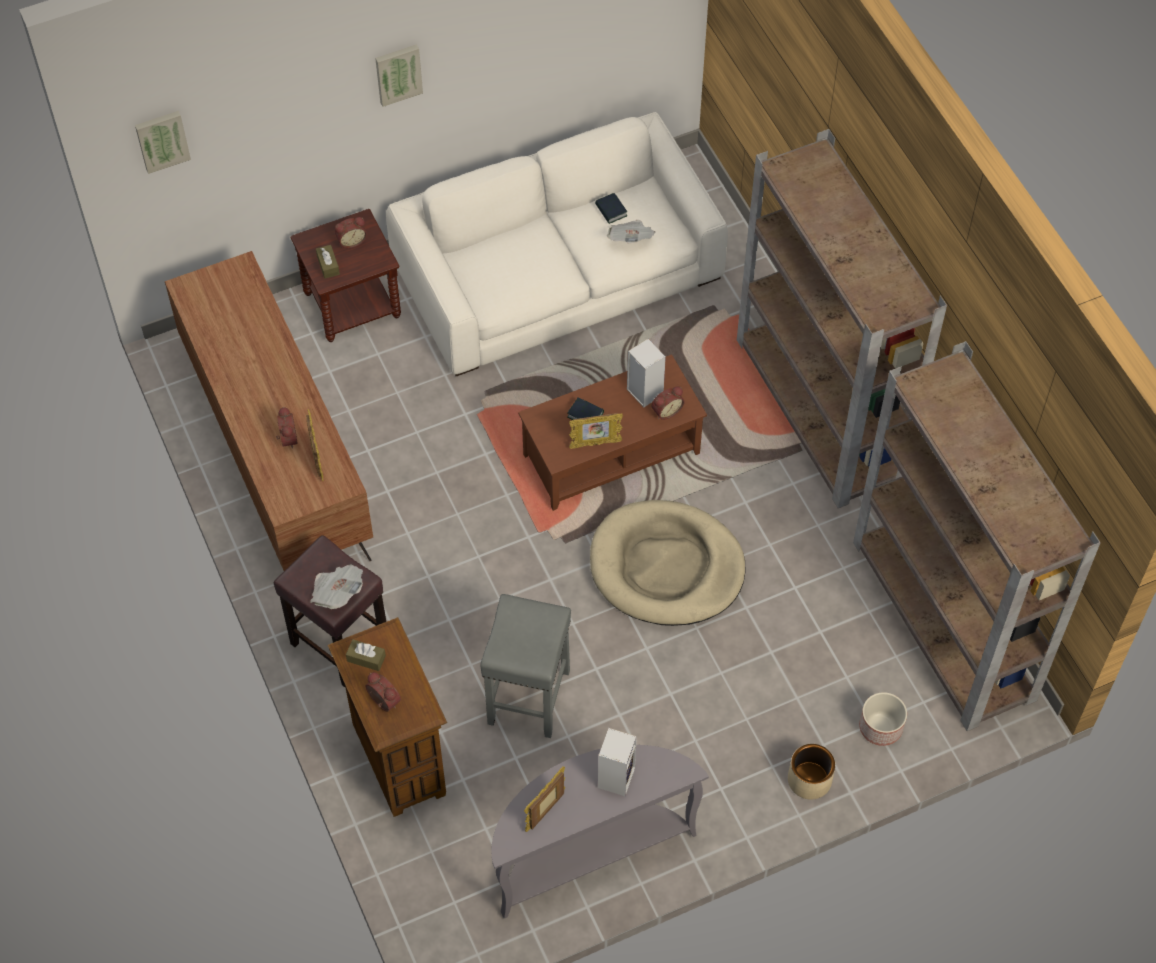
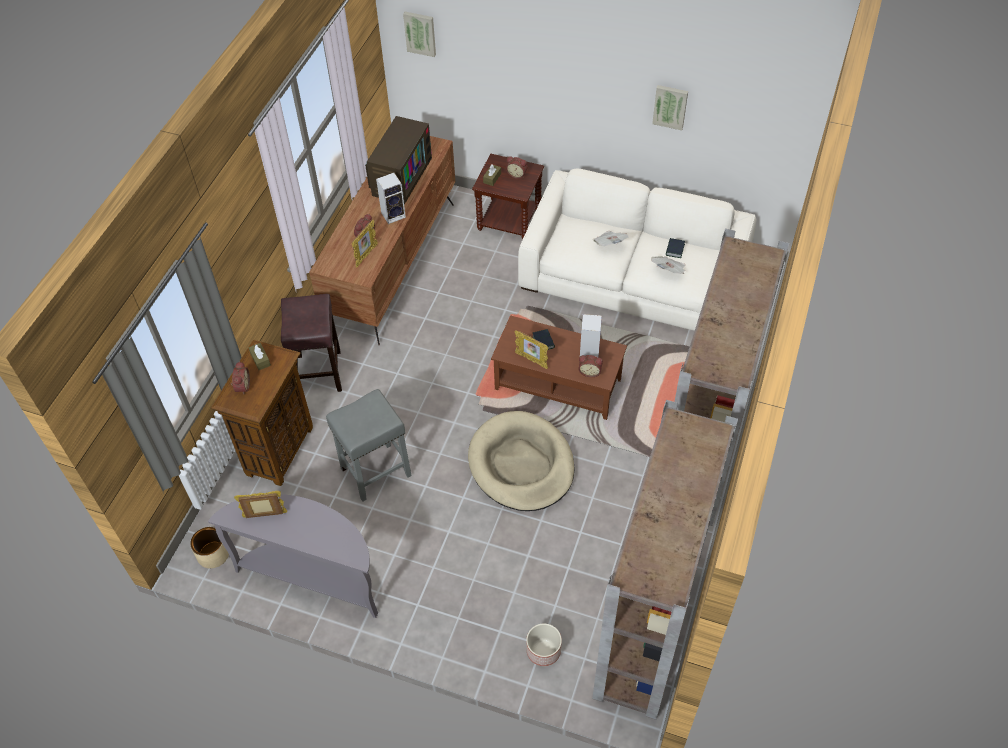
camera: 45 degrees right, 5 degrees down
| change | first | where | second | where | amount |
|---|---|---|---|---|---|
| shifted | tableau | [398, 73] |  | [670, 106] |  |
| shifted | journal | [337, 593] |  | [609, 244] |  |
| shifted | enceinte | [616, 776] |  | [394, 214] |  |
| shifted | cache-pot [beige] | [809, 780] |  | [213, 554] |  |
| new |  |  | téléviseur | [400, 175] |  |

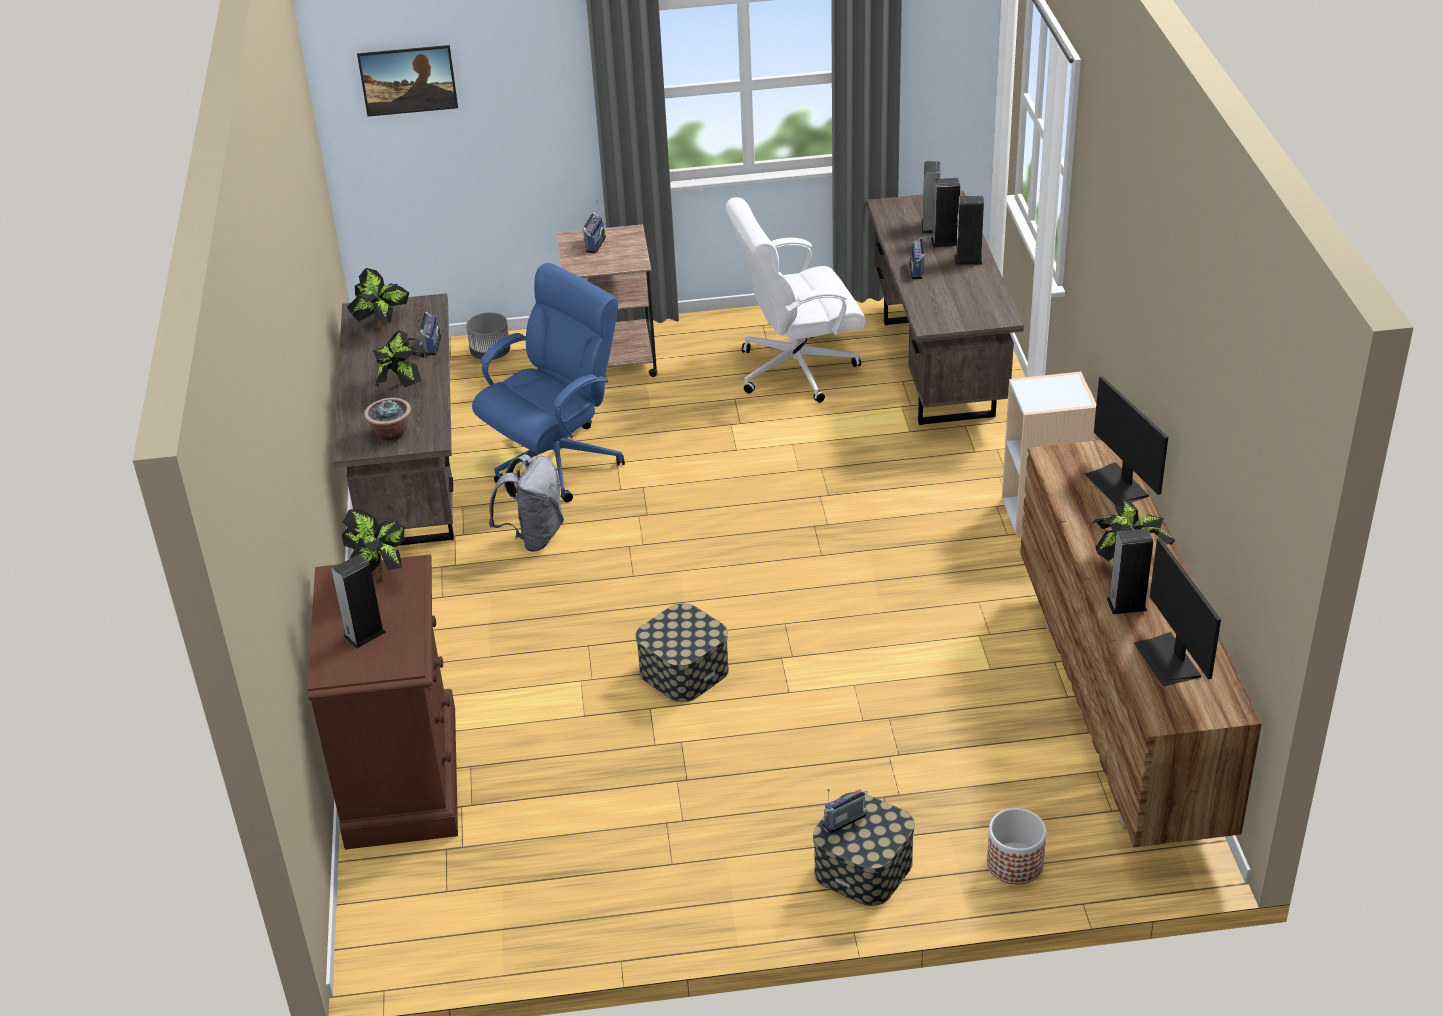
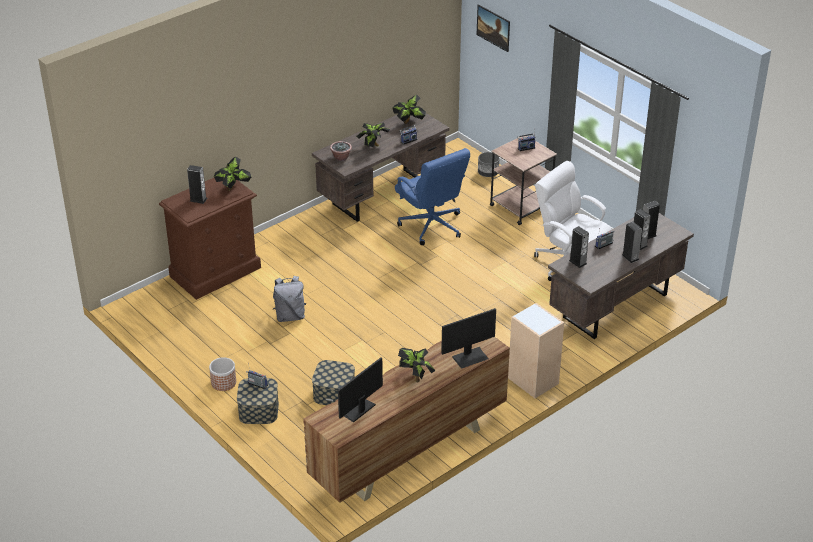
camera: 55 degrees right, 0 degrees up
| change | first | where | second | where | amount |
|---|---|---|---|---|---|
| rotated | chaise de bureau [bleu] | [557, 462] |  | [431, 225] | 45 degrees clockwise |
| rotated | écran d'ordinateur | [1118, 485] |  | [470, 357] | 150 degrees counterclockwise |
| shifted | sac à dos [gris] | [534, 536] |  | [290, 316] |  |
| shifted | enceinte | [1126, 604] |  | [577, 262] |  |
| shifted | boîte de rangement | [684, 671] |  | [334, 393] |  |
| shifted | cache-pot | [1015, 864] |  | [223, 383] |  |

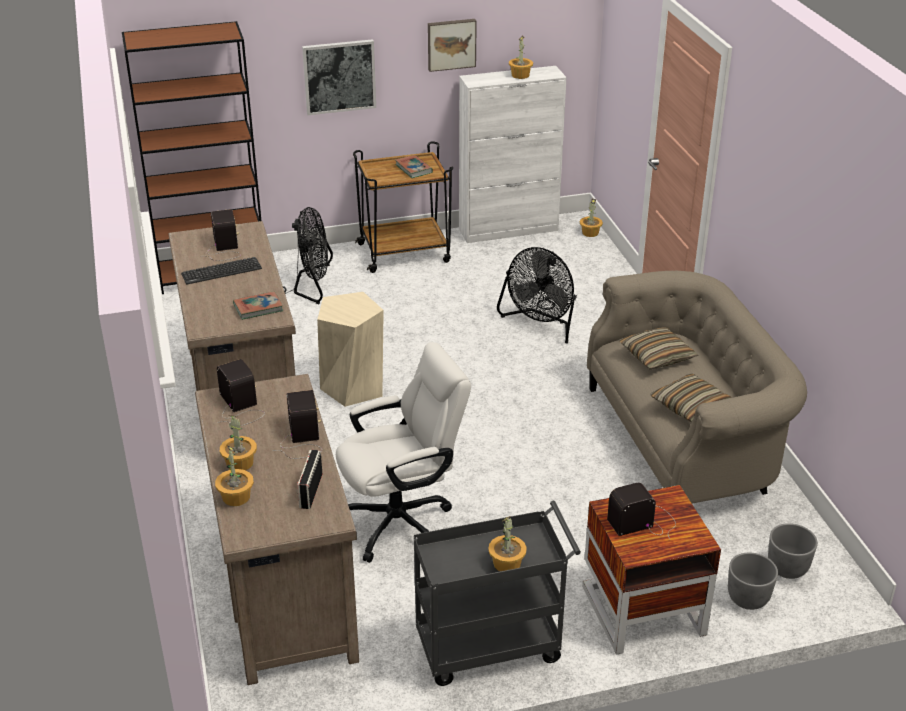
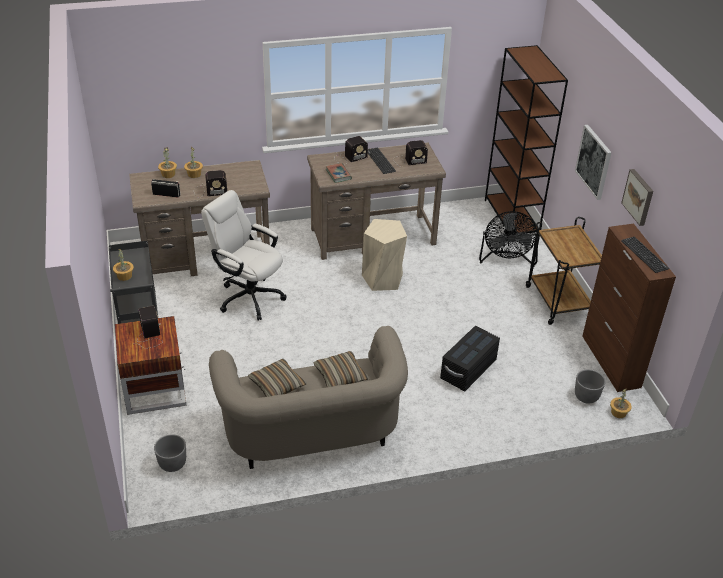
camera: 90 degrees right, 5 degrees up
| change | first | where | second | where | amount |
|---|---|---|---|---|---|
| swapped | plante en pot | [520, 75] | clavier | [644, 255] |  |
| repainted | meuble de rangement [blanc] | [509, 229] | meuble de rangement [marron] | [611, 361] |  |
| gone | livre | [413, 169] |  |  |  |
| swapped | ventilateur [noir] | [540, 321] | boîte de rangement [noir] | [468, 370] |  |
| rotated | chaise de bureau [blanc] | [403, 523] |  | [248, 297] | 150 degrees clockwise |
| shifted | radio | [240, 407] |  | [349, 158] |  |
| shifted | cache-pot [gris] | [748, 599] |  | [586, 397] |  |

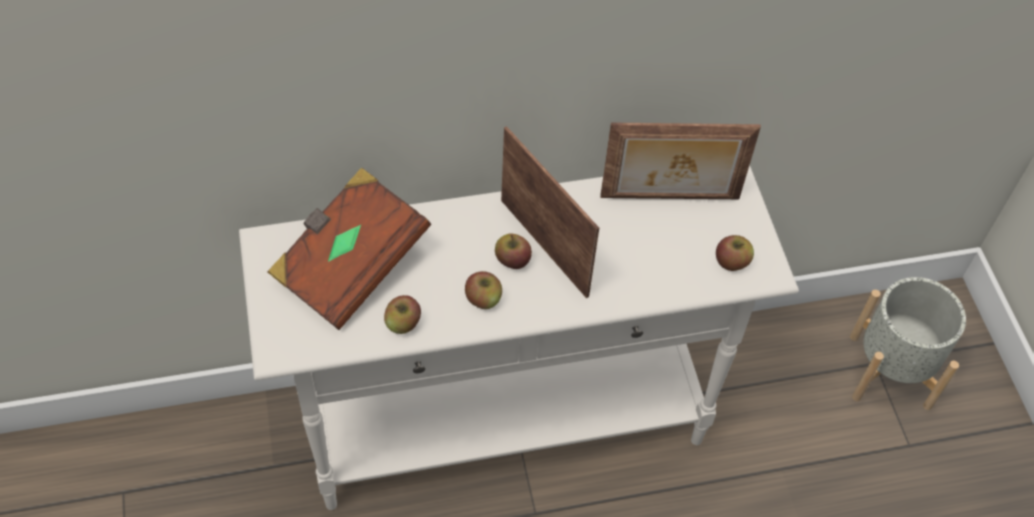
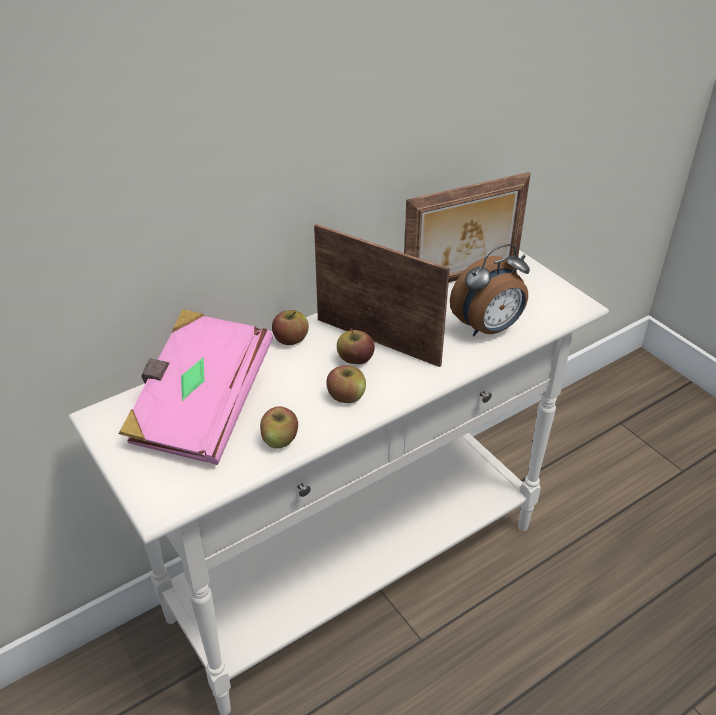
camera: 20 degrees left, 15 degrees down
| change | first | where | second | where | amount |
|---|---|---|---|---|---|
| repainted | livre [marron] | [350, 264] | livre [rose] | [200, 408] |  |
| shifted | pomme | [731, 262] |  | [291, 339] |  |
| gone | cache-pot [gris] | [890, 371] |  |  |  |
| new |  |  | réveil | [488, 329] |  |

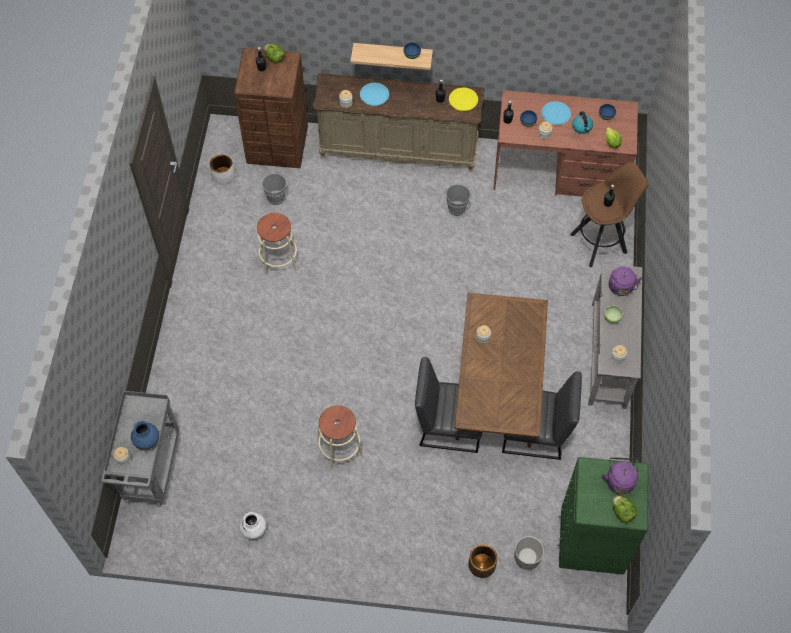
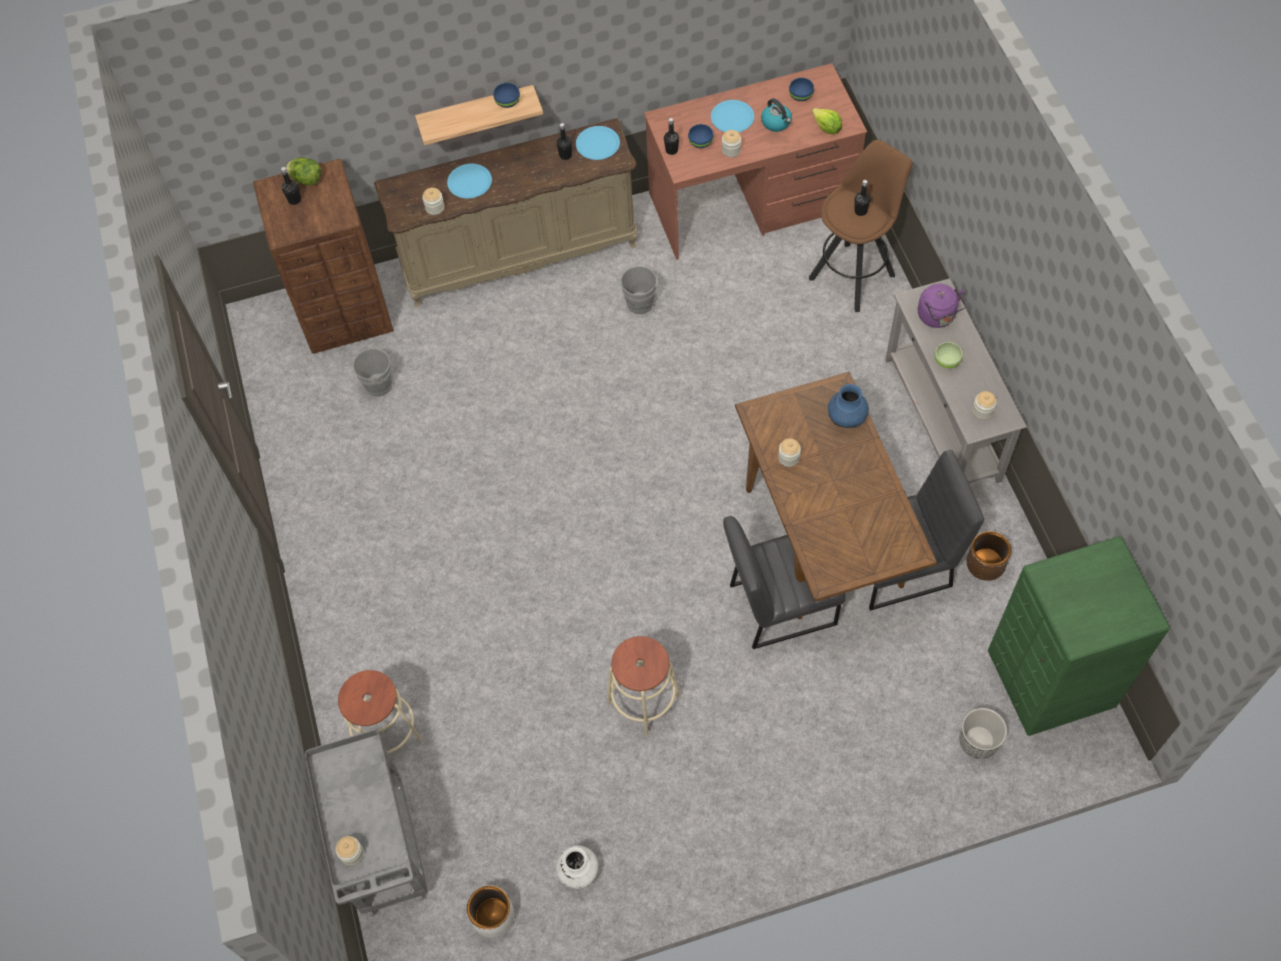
camera: 20 degrees left, 0 degrees up
| change | first | where | second | where | amount |
|---|---|---|---|---|---|
| repainted | assiette [jaune] | [463, 99] | assiette [bleu] | [598, 144] |  |
| shifted | cache-pot [blanc] | [223, 175] |  | [492, 916] |  |
| shifted | tabouret [beige] | [279, 259] |  | [386, 733] |  |
| shifted | vase [bleu] | [147, 441] |  | [846, 418] |  |
| gone | bouilloire [violet] | [619, 480] |  |  |  |
| gone | laitue | [622, 512] |  |  |  |
| shifted | cache-pot [marron] | [482, 564] |  | [985, 563] |  |

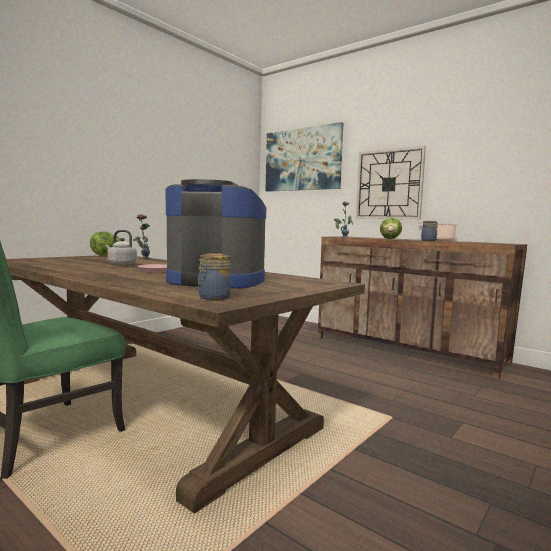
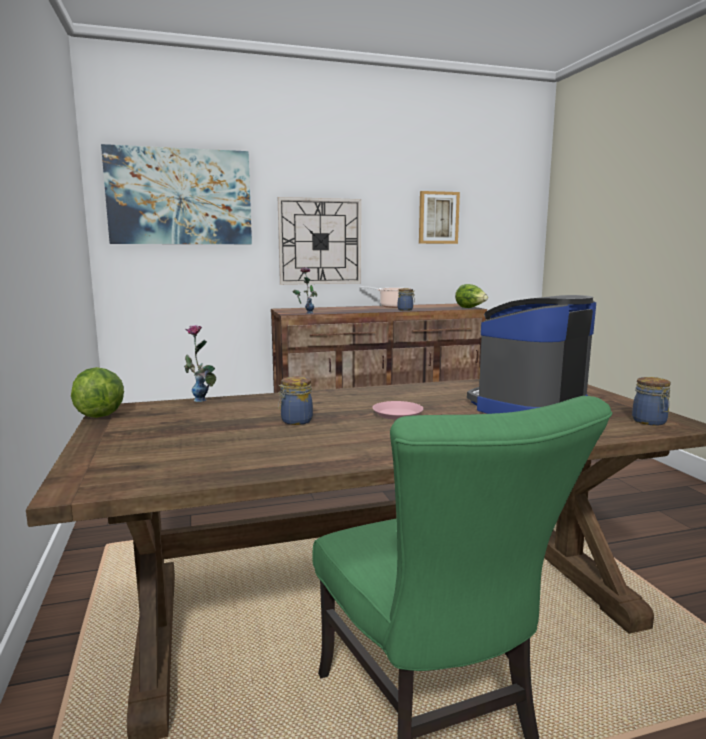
camera: 55 degrees left, 5 degrees up
| change | first | where | second | where | amount |
|---|---|---|---|---|---|
| shifted | laitue | [390, 239] |  | [470, 308] |  |
| swapped | bouilloire [gris] | [120, 264] | bocal | [295, 421] |  |
| new |  |  | tableau | [438, 218] |  |

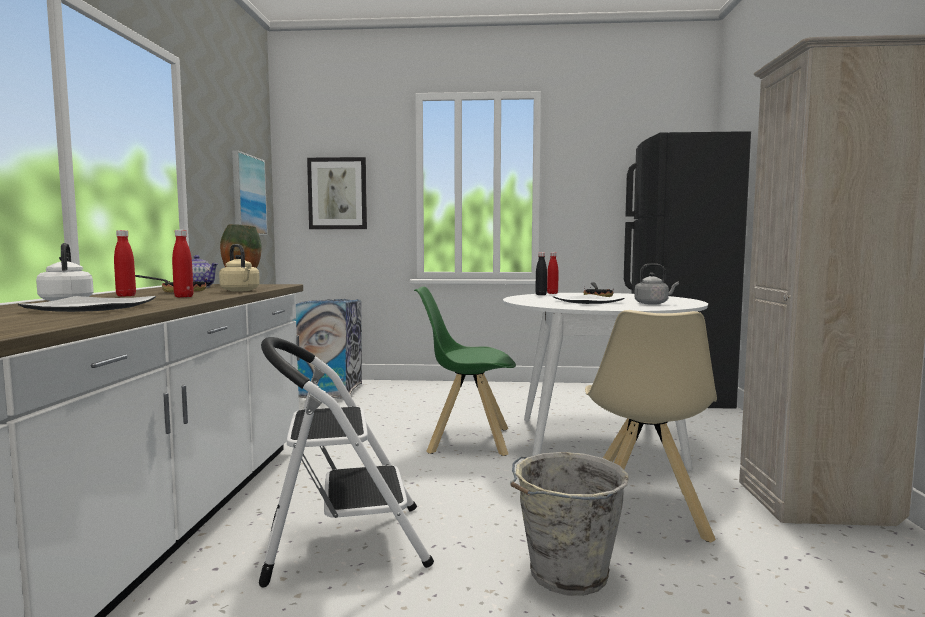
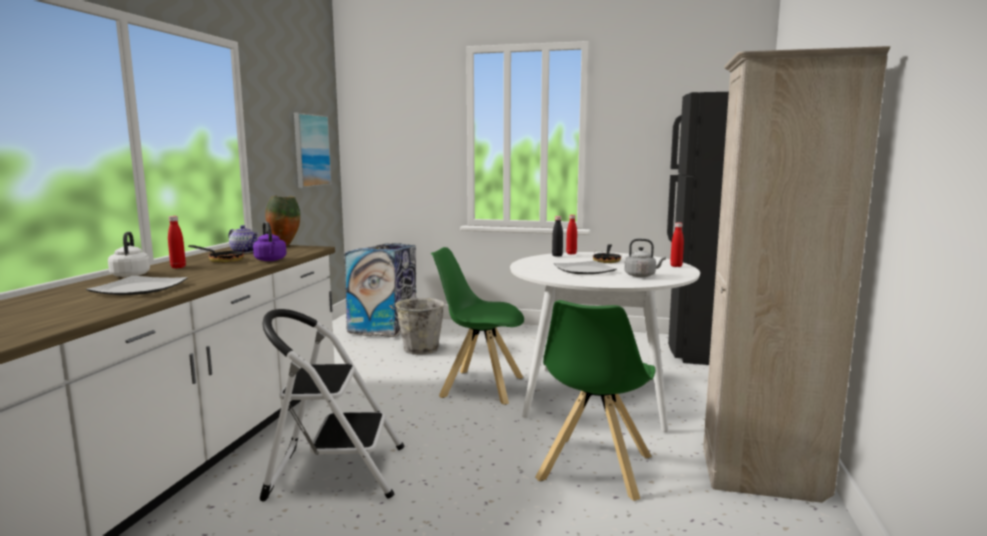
camera: 10 degrees right, 5 degrees up
| change | first | where | second | where | amount |
|---|---|---|---|---|---|
| gone | tableau | [337, 193] |  |  |  |
| shifted | bouteille [rouge] | [184, 297] |  | [676, 266] |  |
| repainted | bouilloire [beige] | [241, 291] | bouilloire [violet] | [271, 260] |  |
| repainted | chaise [beige] | [643, 513] | chaise [vert] | [593, 469] |  |
| shifted | seau [gris] | [566, 574] |  | [419, 349] |  |

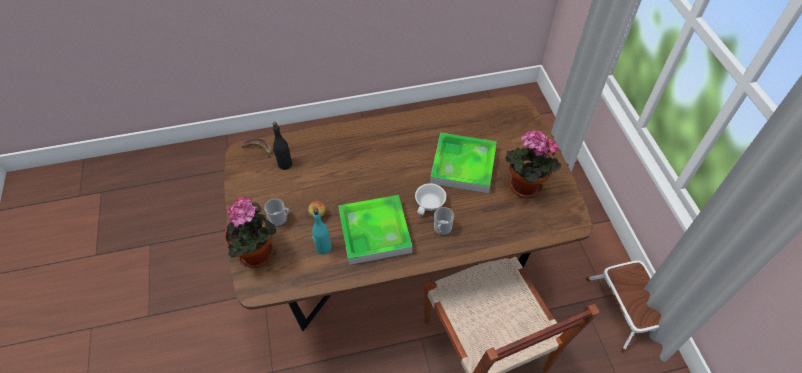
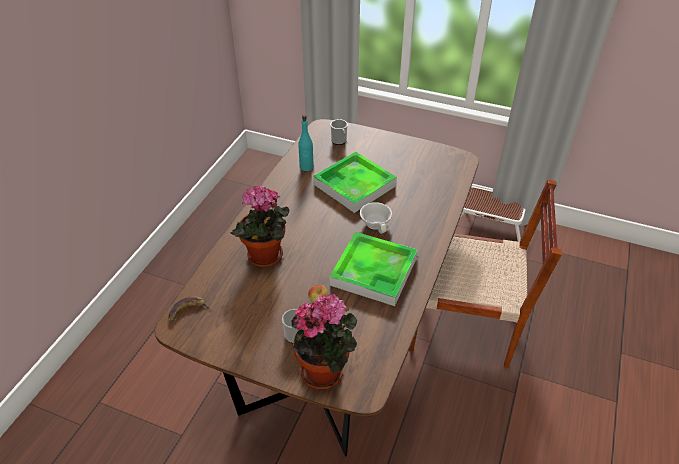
camera: 55 degrees left, 10 degrees down
| change | first | where | second | where | amount |
|---|---|---|---|---|---|
| gone | bouteille [noir] | [285, 164] |  |  |  |
| shifted | plante en pot | [523, 188] |  | [265, 258] |  |
| shifted | mug | [441, 229] |  | [339, 141] |  |
| shifted | bouteille [turquoise] | [323, 248] |  | [306, 167] |  |

